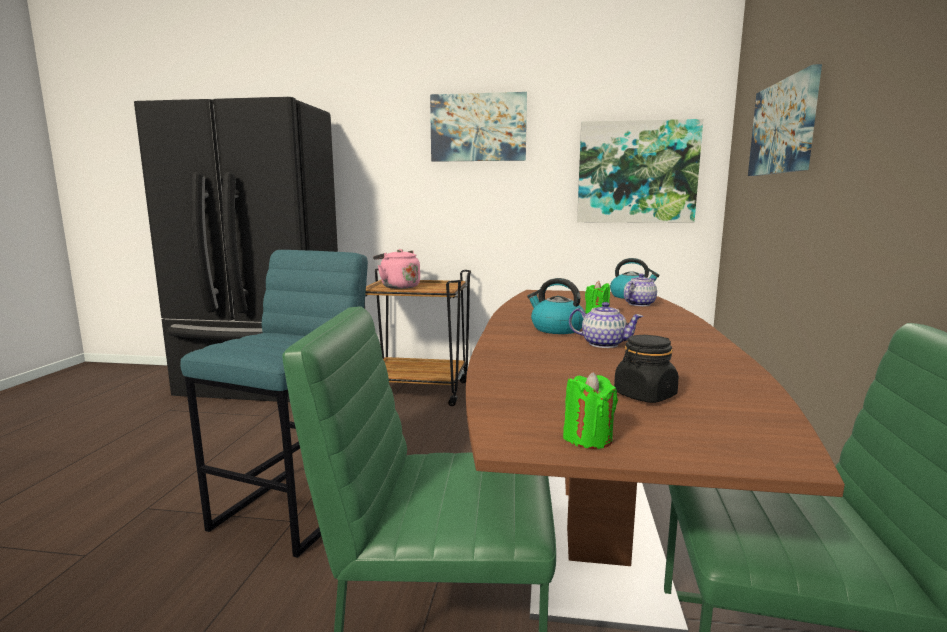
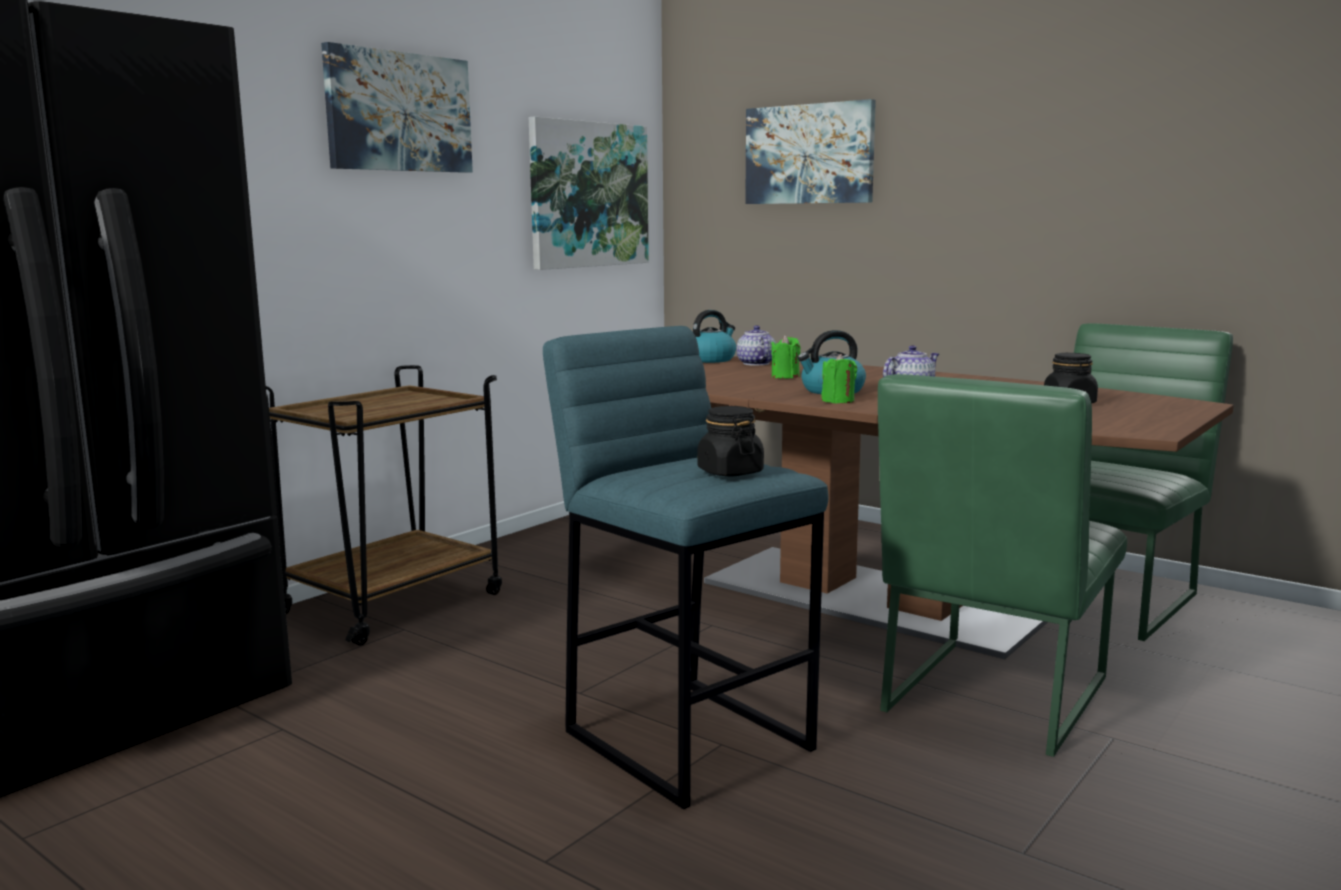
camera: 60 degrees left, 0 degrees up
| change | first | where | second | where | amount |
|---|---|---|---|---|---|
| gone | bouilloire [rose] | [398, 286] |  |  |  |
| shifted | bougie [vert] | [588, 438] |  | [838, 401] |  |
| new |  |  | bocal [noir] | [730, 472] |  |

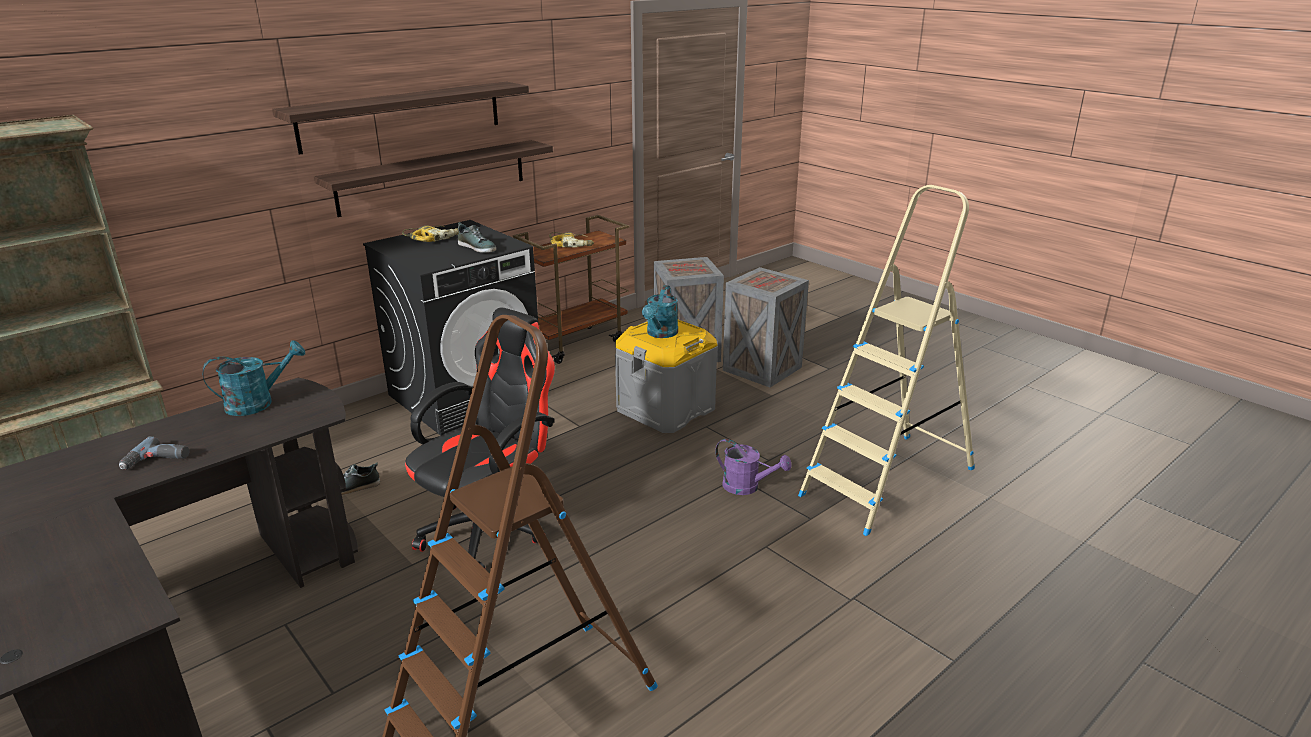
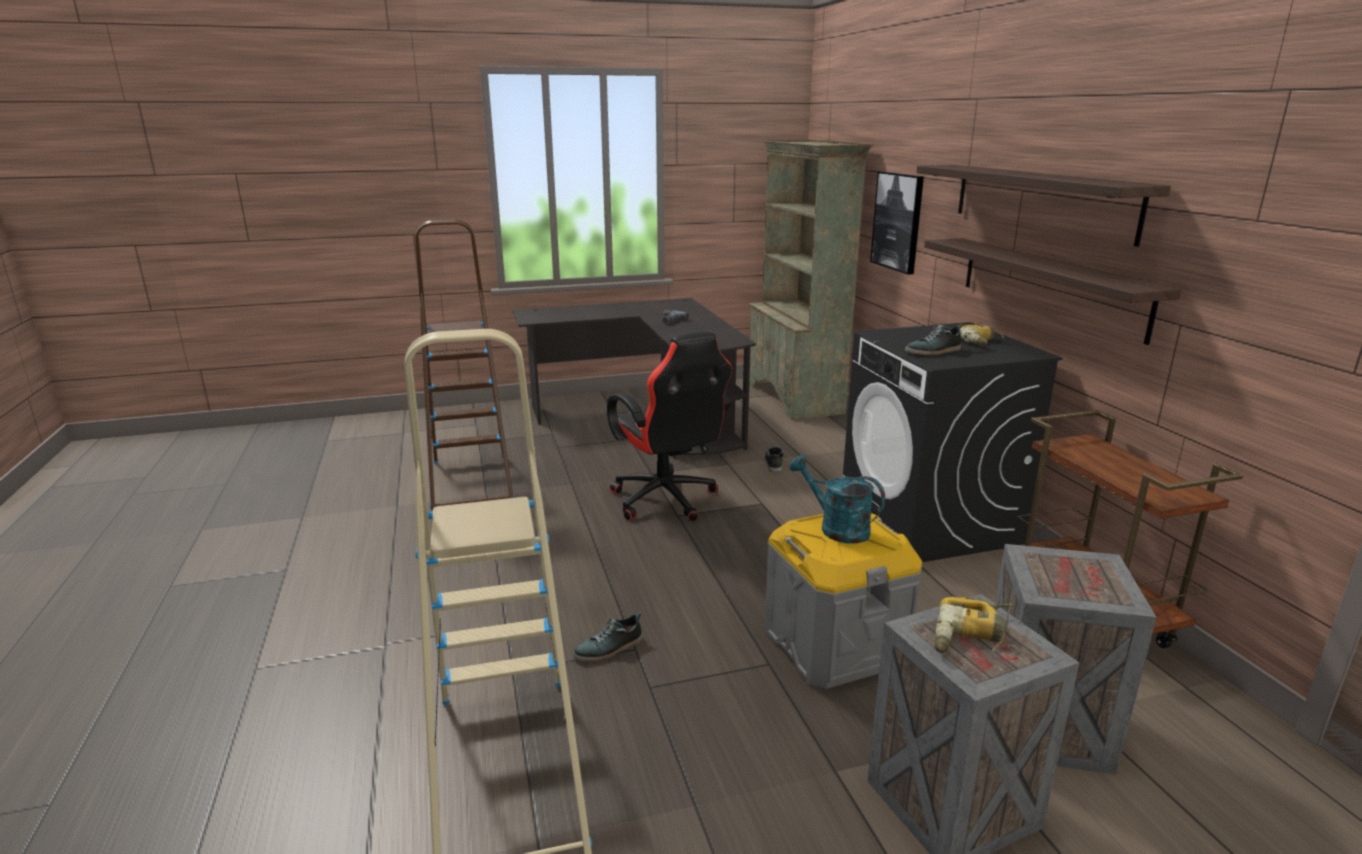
camera: 115 degrees right, 5 degrees down
| change | first | where | second | where | amount |
|---|---|---|---|---|---|
| shifted | perceuse | [571, 244] |  | [971, 636] |  |
| gone | arrosoir [turquoise] | [258, 403] |  |  |  |
| swapped | arrosoir [violet] | [747, 487] | chaussure | [609, 648] |  |
| new |  |  | tableau | [898, 221] |  |

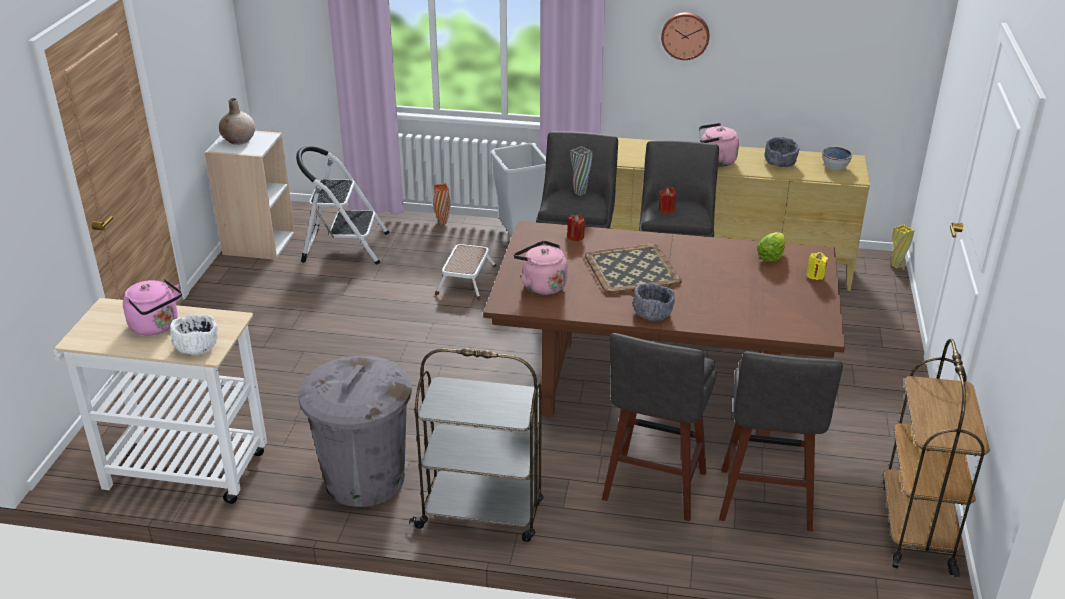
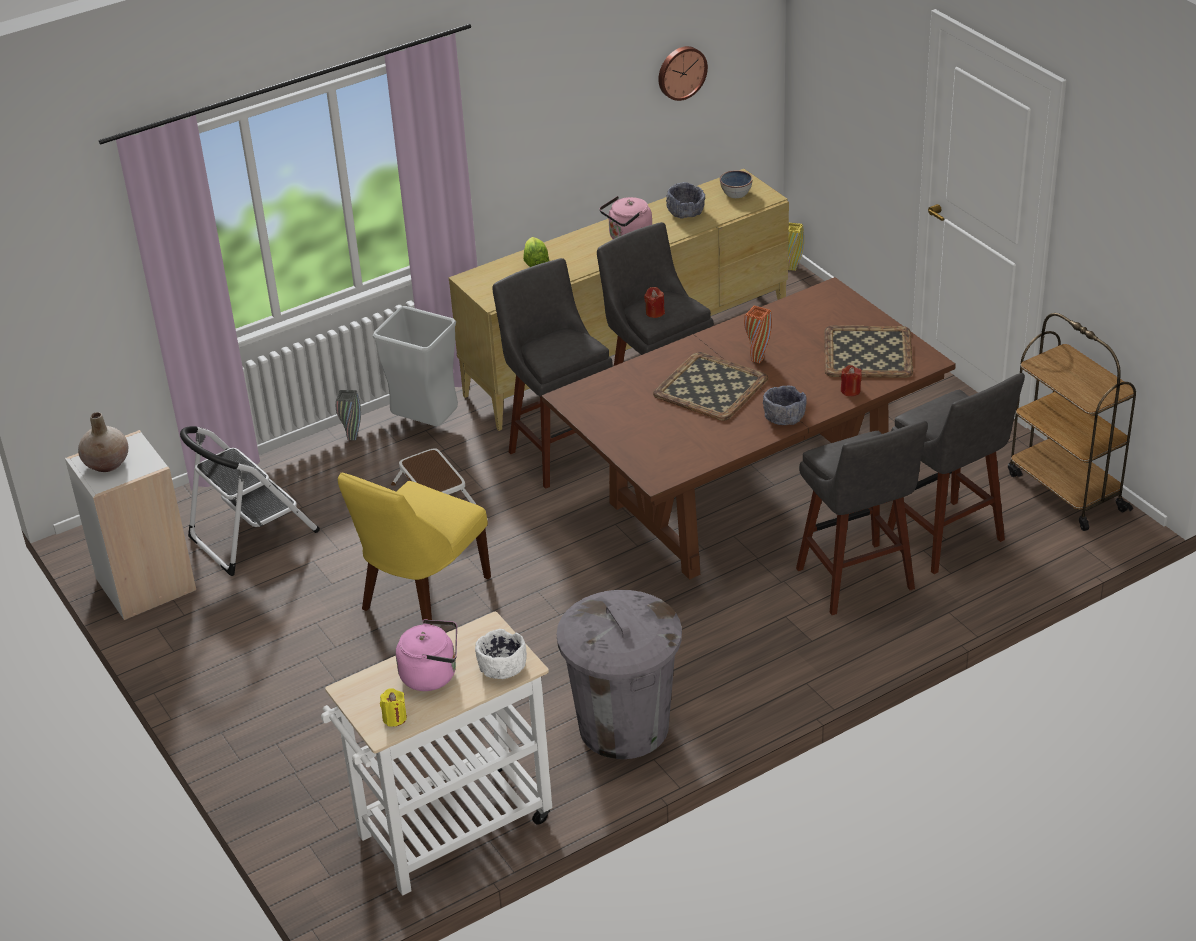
camera: 40 degrees left, 5 degrees up
| change | first | where | second | where | amount |
|---|---|---|---|---|---|
| shifted | horloge murale | [685, 35] |  | [681, 72] |  |
| shifted | vase [gris] | [580, 193] |  | [352, 437] |  |
| shifted | vase [orange] | [442, 222] |  | [757, 359] |  |
| shifted | bougie [rouge] | [575, 236] |  | [850, 390] |  |
| shifted | laitue | [770, 256] |  | [535, 263] |  |
| gone | bouilloire [rose] | [541, 285] |  |  |  |
| shifted | bougie [jaune] | [815, 275] |  | [394, 718] |  |
| gone | chariot [gris] | [481, 516] |  |  |  |
| new |  |  | plateau | [868, 352] |  |
| new |  |  | chaise [jaune] | [421, 596] |  |

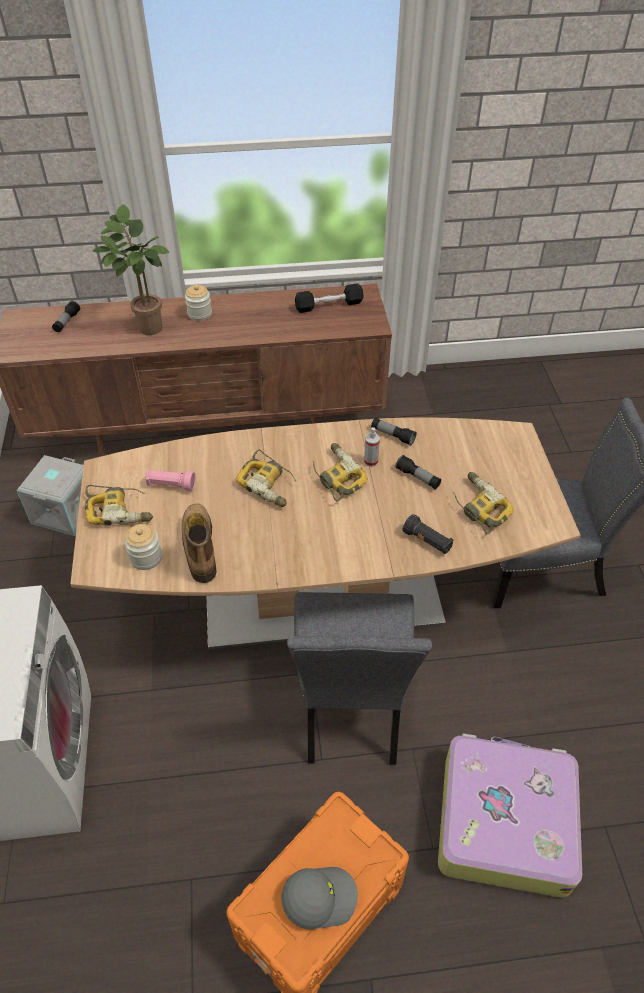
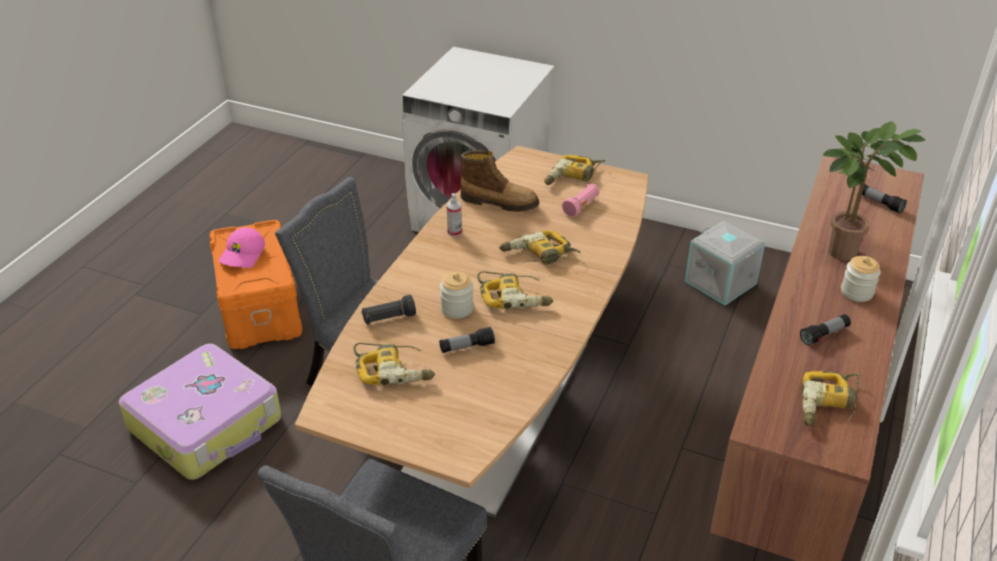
camera: 120 degrees right, 10 degrees down
| change | first | where | second | where | amount |
|---|---|---|---|---|---|
| swapped | haltère [noir] | [329, 305] | perceuse | [828, 405] |  |
| shifted | lampe de poche | [392, 435] |  | [824, 335] |  |
| shifted | vaporisateur | [371, 461] |  | [454, 232] |  |
| shifted | bocal | [146, 557] |  | [457, 308] |  |
| repainted | casquette [gris] | [320, 897] | casquette [rose] | [243, 255] |  |

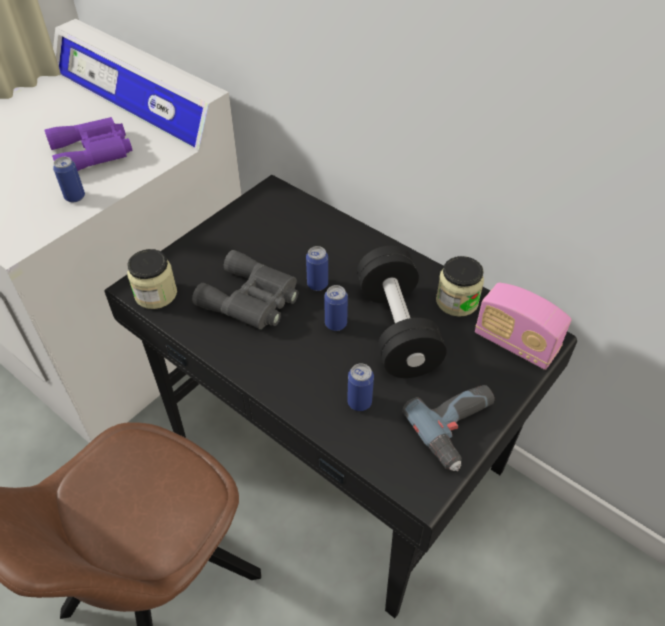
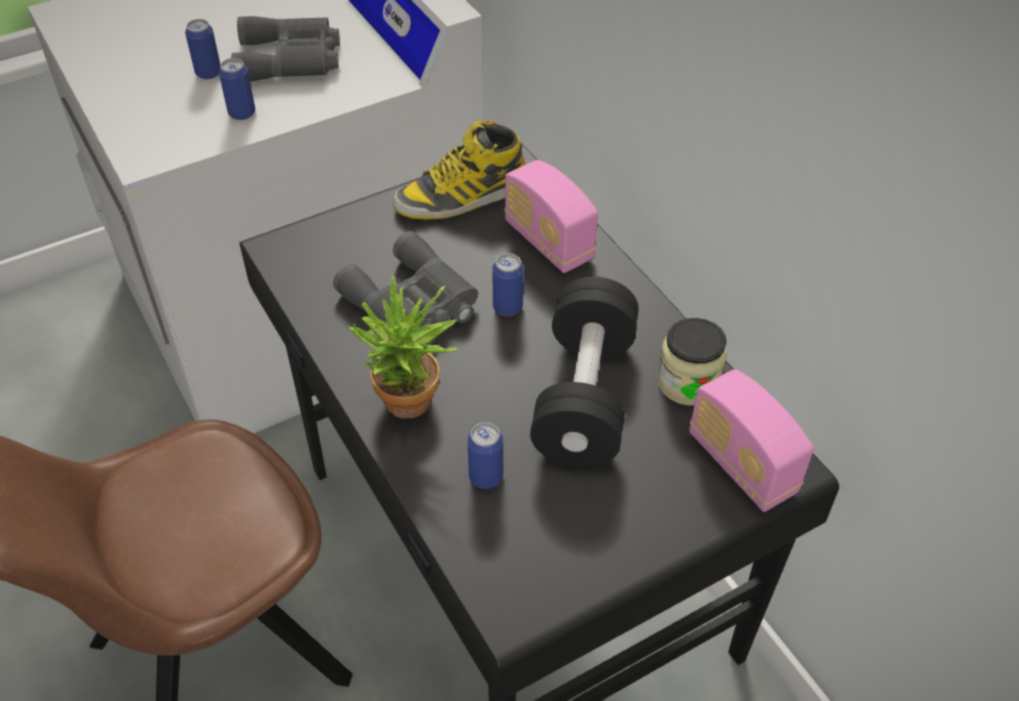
camera: 20 degrees right, 0 degrees up
| change | first | where | second | where | amount |
|---|---|---|---|---|---|
| repainted | jumelles [violet] | [94, 152] | jumelles [gris] | [291, 59] |  |
| gone | bocal | [156, 294] |  |  |  |
| shifted | boîte métallique | [335, 324] |  | [208, 73] |  |
| gone | perceuse | [459, 429] |  |  |  |
| new |  |  | botte | [461, 197] |  |
| new |  |  | radio | [548, 242] |  |
| new |  |  | plante en pot | [409, 408] |  |

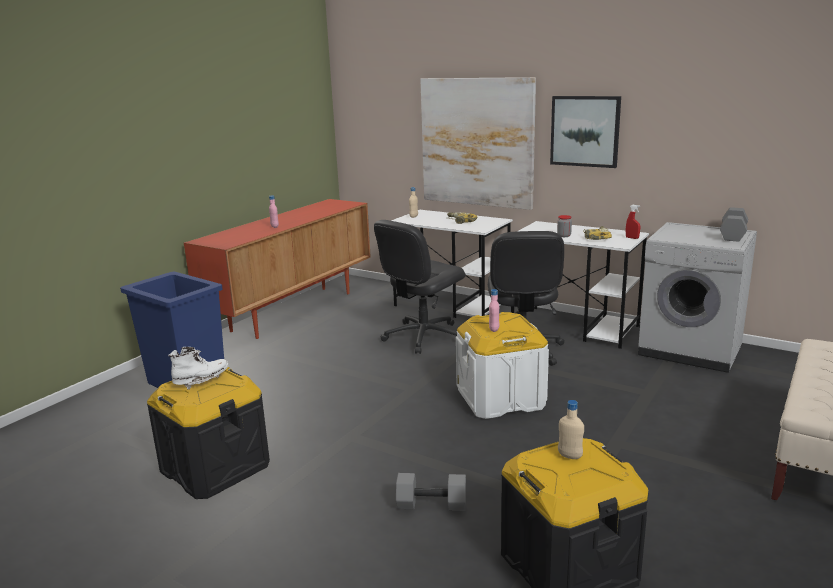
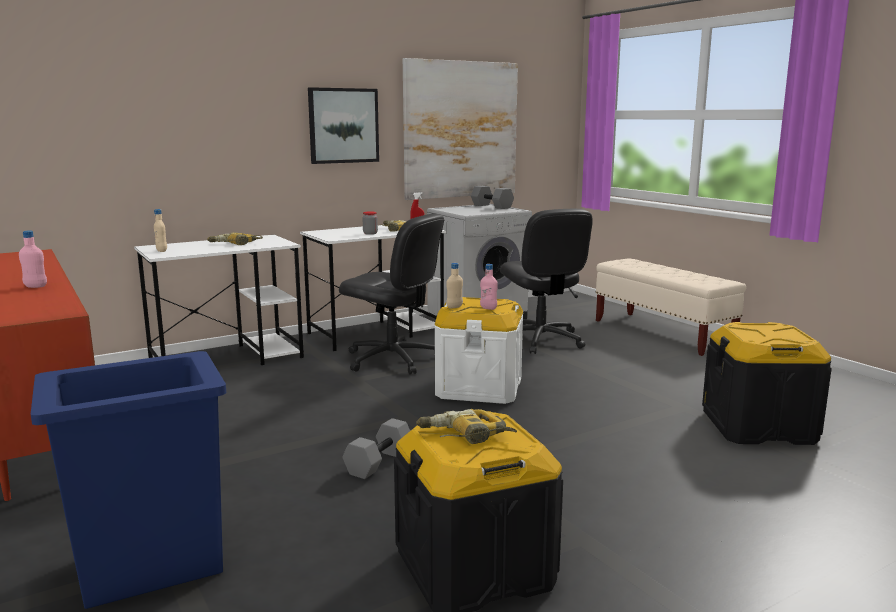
camera: 65 degrees left, 5 degrees down
| change | first | where | second | where | amount |
|---|---|---|---|---|---|
| shifted | tableau | [477, 142] |  | [460, 130] |  |
| shifted | chaise de bureau [noir] | [423, 336] |  | [540, 340] |  |
| swapped | botte [blanc] | [201, 381] | perceuse | [464, 436] |  |
| shifted | bouteille [beige] | [569, 456] |  | [454, 307] |  |
| shifted | haltère [gris] | [432, 504] |  | [378, 461] |  |

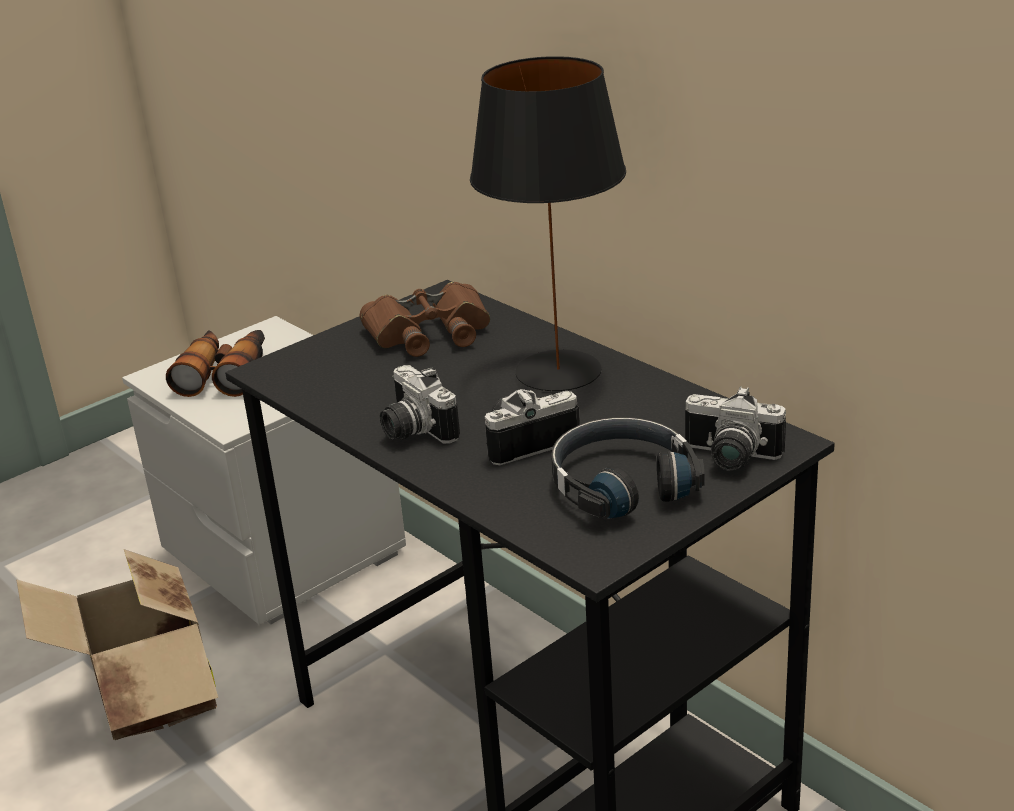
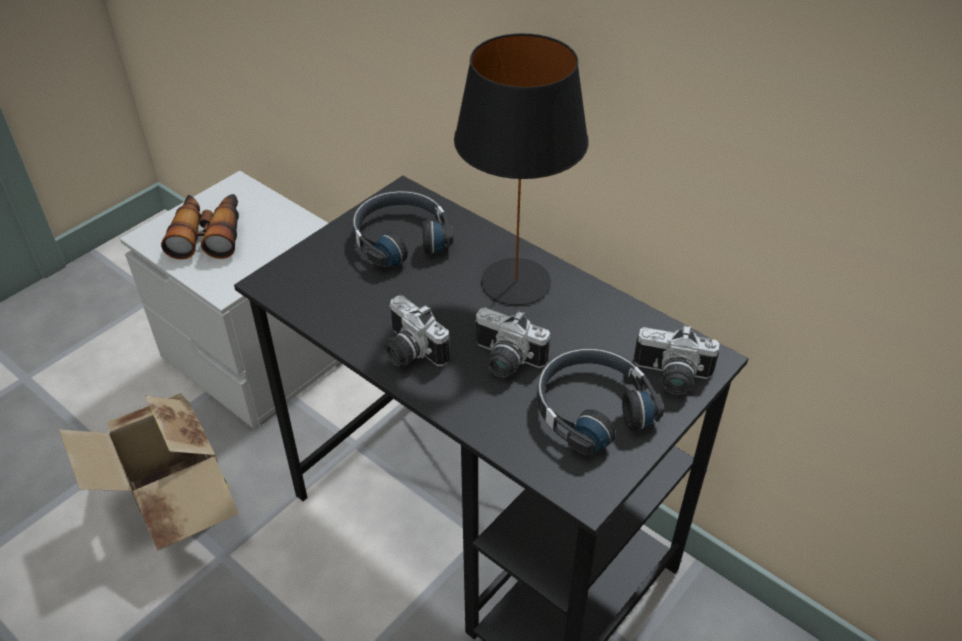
camera: 10 degrees left, 15 degrees up
| change | first | where | second | where | amount |
|---|---|---|---|---|---|
| swapped | jumelles [marron] | [429, 333] | casque audio [noir] | [400, 238] |  |
| rotated | appareil photo | [525, 440] |  | [505, 361] | 120 degrees counterclockwise |

